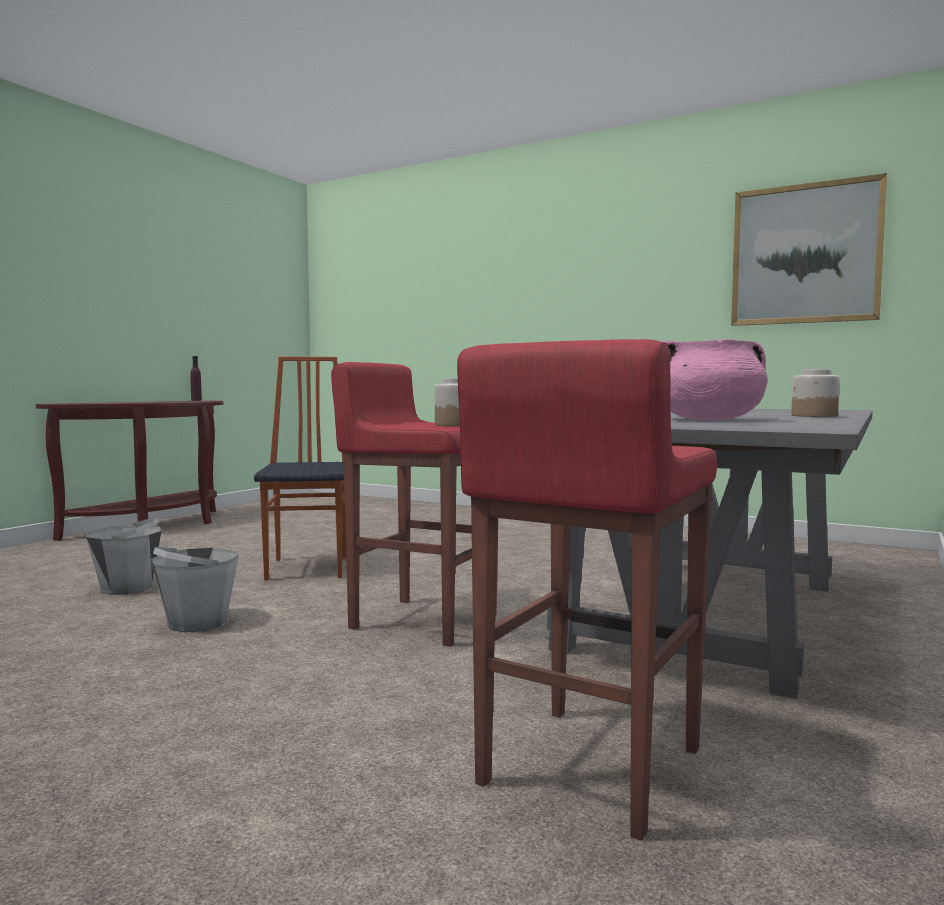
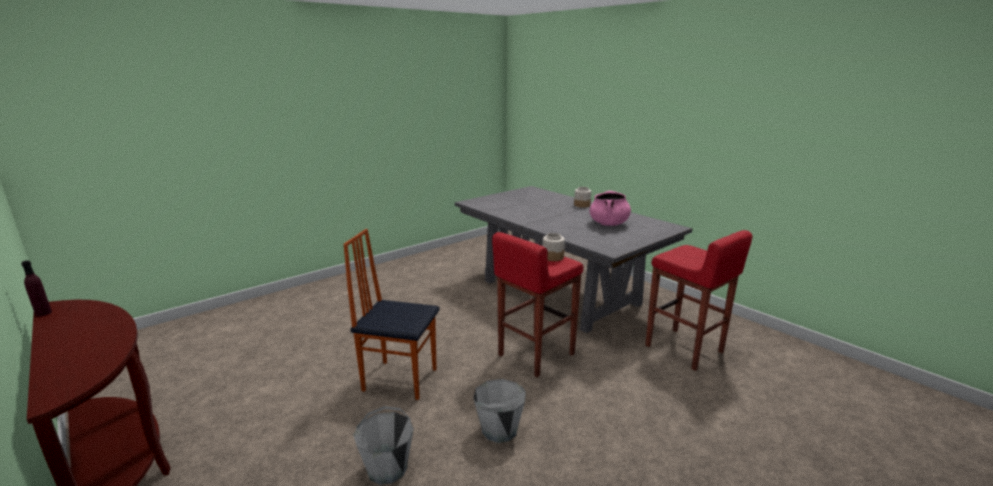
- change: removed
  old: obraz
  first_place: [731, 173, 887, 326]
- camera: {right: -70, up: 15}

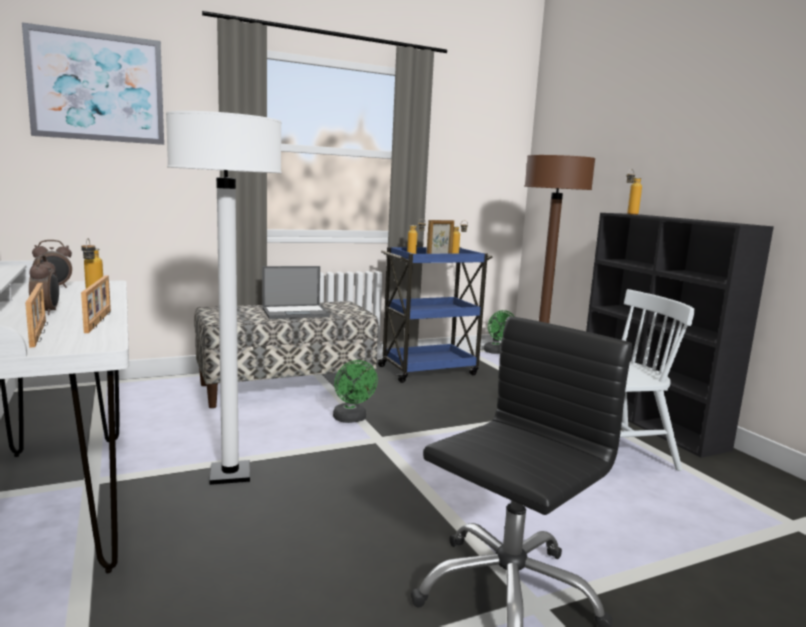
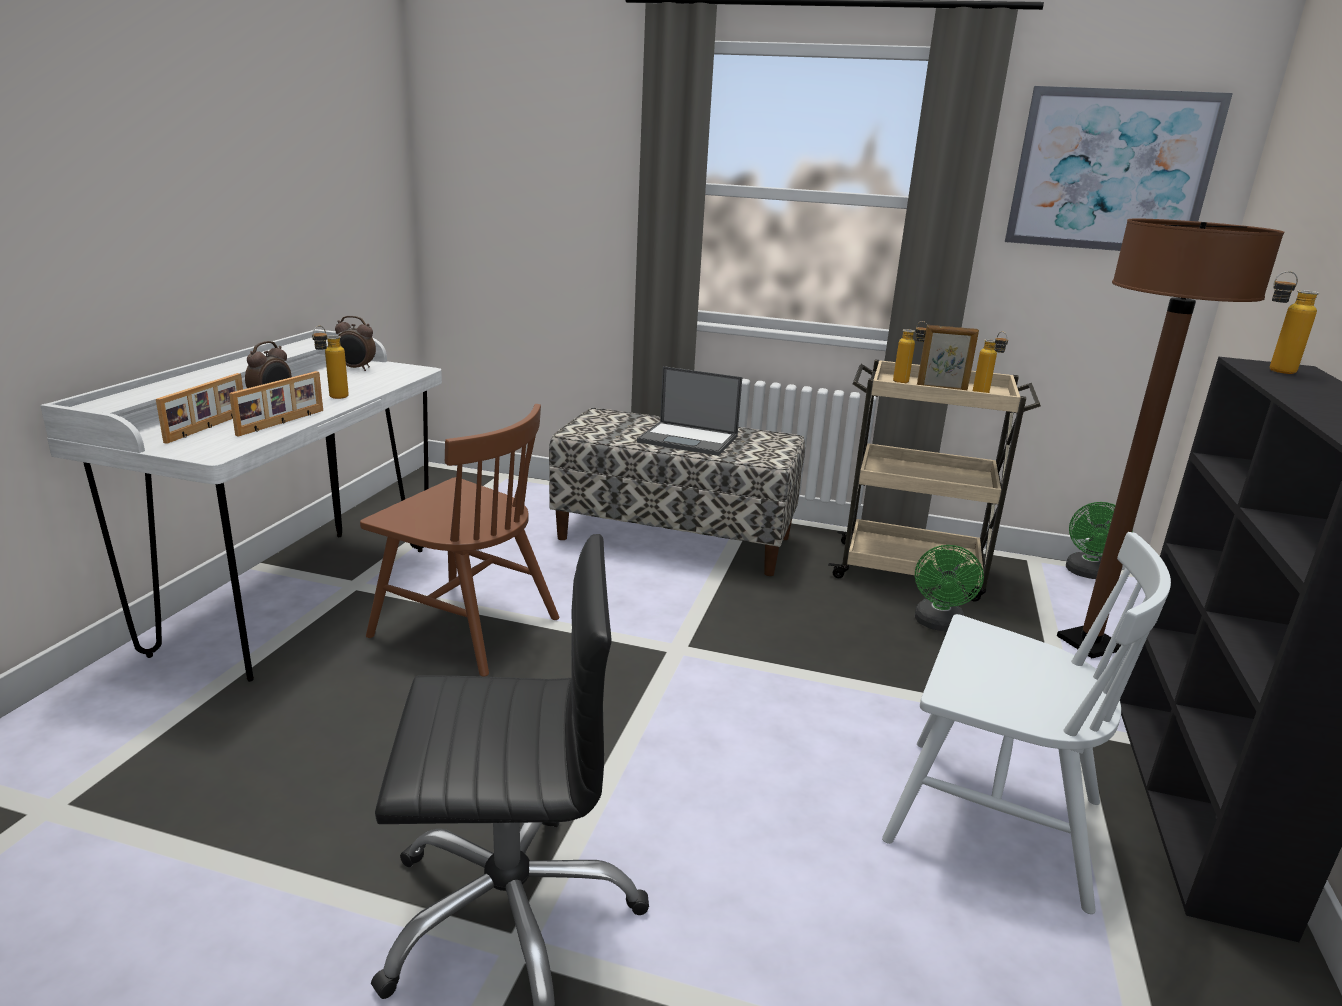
- change: moved
  old: obraz
  first_place: [22, 22, 164, 145]
  second_place: [1005, 86, 1233, 251]
- change: moved
  old: wentylator/zielony
  first_place: [333, 360, 378, 423]
  second_place: [915, 545, 984, 631]
- change: replaced
  old: lampa stojąca/biały
  new: krzesło/brązowy
  first_place: [166, 111, 282, 485]
  second_place: [360, 404, 559, 677]
- change: recoloured
  old: wózek/niebieski
  new: wózek/beżowy
  first_place: [377, 247, 493, 383]
  second_place: [828, 359, 1041, 601]
- camera: {right: 40, up: 10}

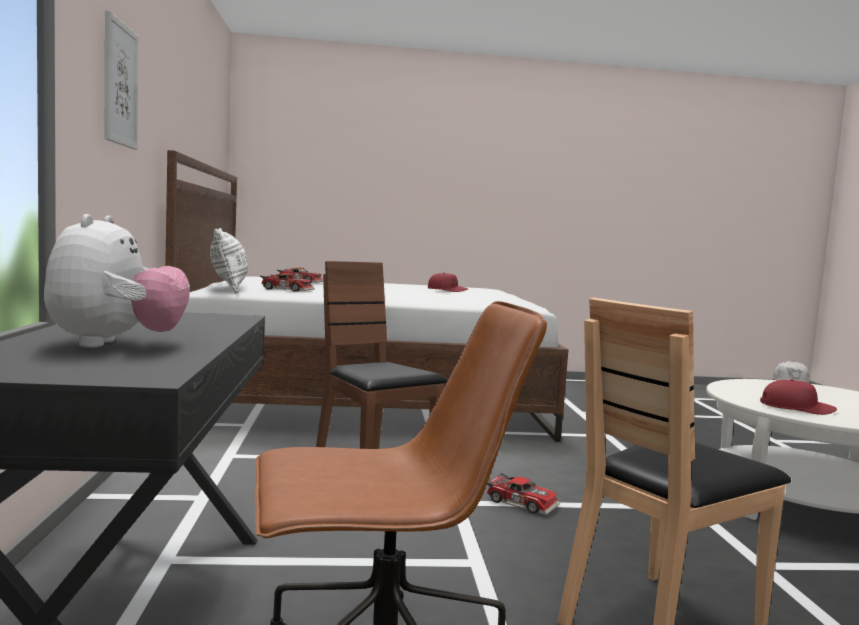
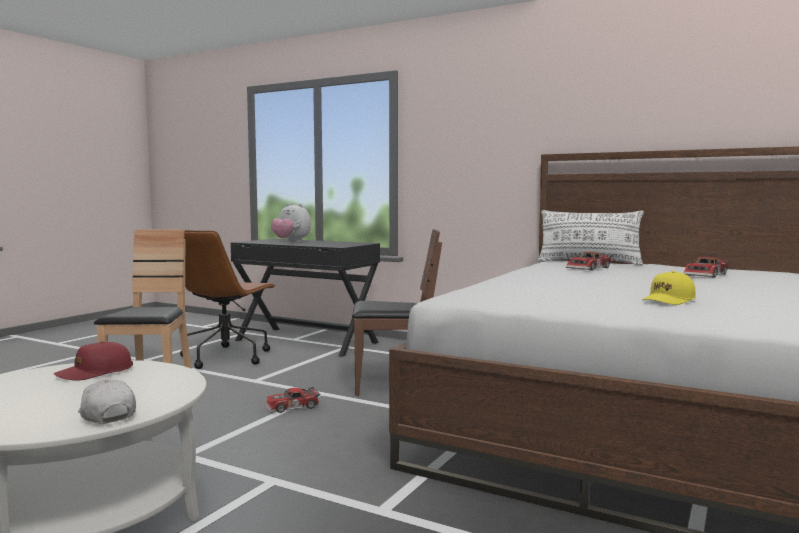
- change: removed
  old: obraz
  first_place: [105, 10, 138, 150]
- change: recoloured
  old: czapka z daszkiem/czerwony
  new: czapka z daszkiem/żółty
  first_place: [428, 272, 468, 292]
  second_place: [642, 271, 696, 305]
- camera: {right: 125, up: 0}

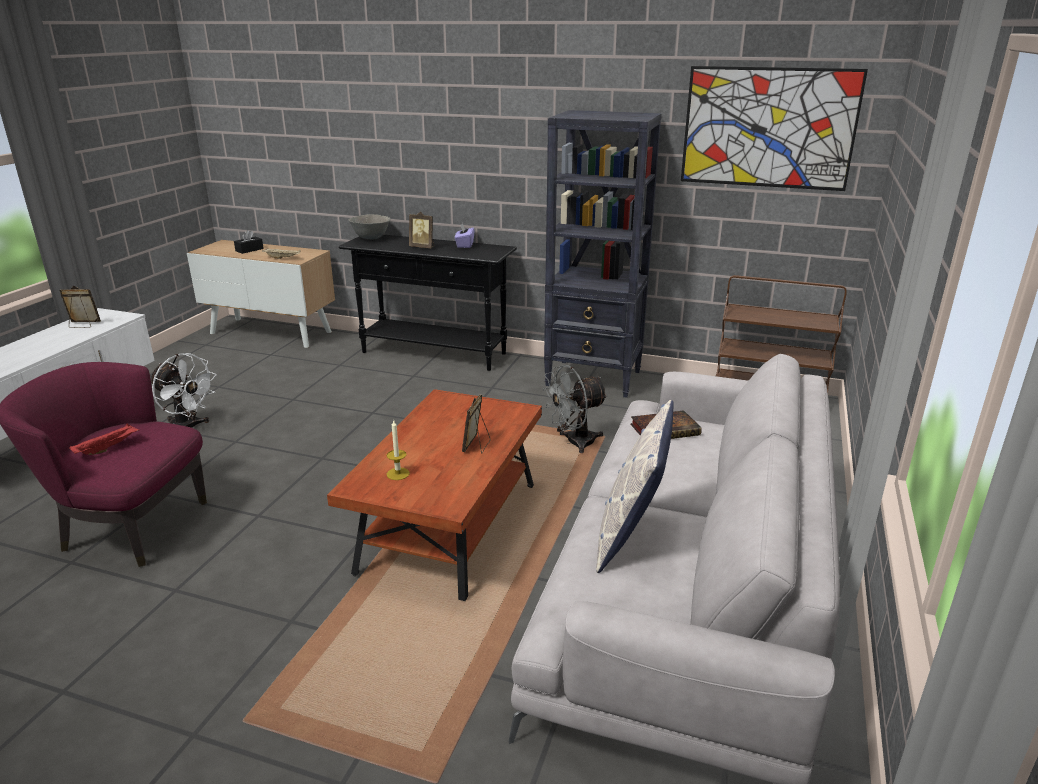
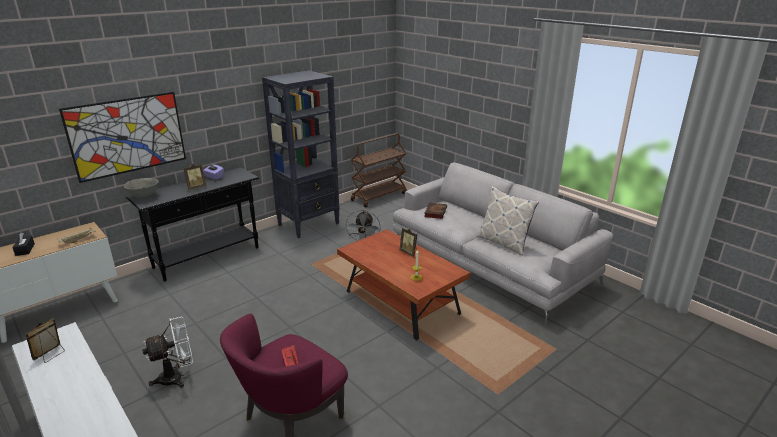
- change: moved
  old: obraz
  first_place: [681, 66, 868, 191]
  second_place: [59, 92, 186, 183]
- camera: {right: -60, up: 0}

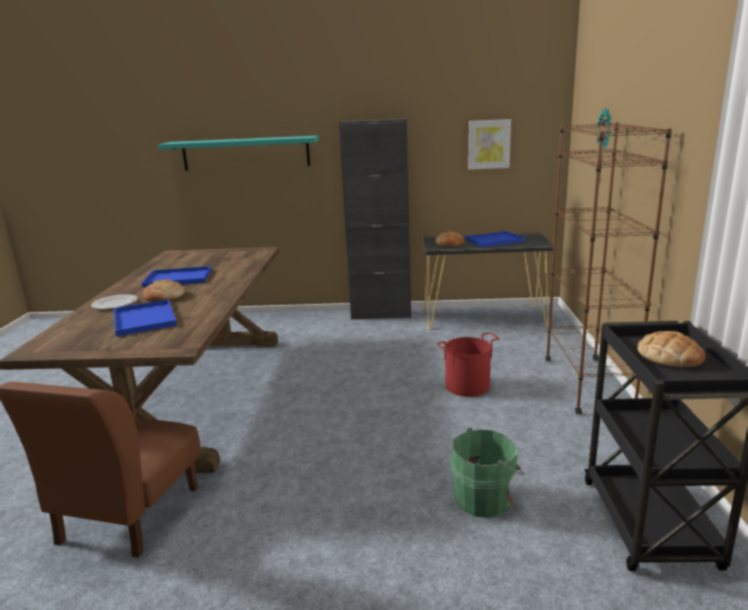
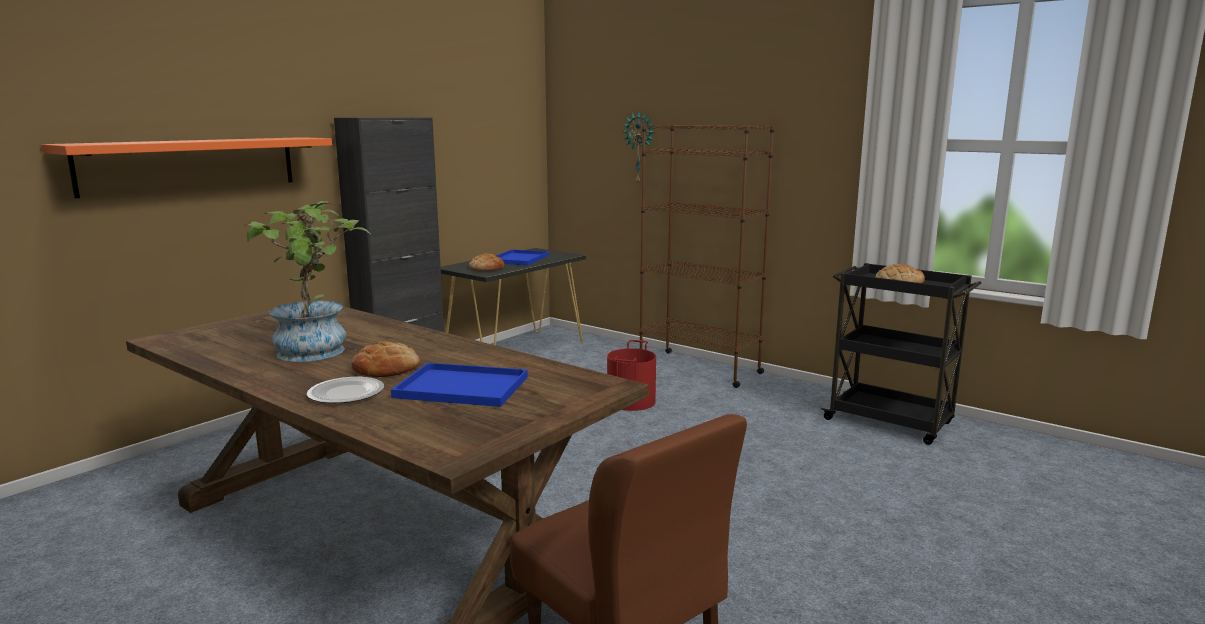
- change: removed
  old: wiadro/zielony
  first_place: [450, 428, 524, 518]
- change: removed
  old: obraz
  first_place: [468, 119, 511, 170]
- change: replaced
  old: taca/niebieski
  new: roślina doniczkowa
  first_place: [142, 266, 211, 287]
  second_place: [244, 201, 370, 362]
- change: recoloured
  old: półka/turkusowy
  new: półka/pomarańczowy
  first_place: [158, 135, 319, 171]
  second_place: [41, 137, 332, 198]
- camera: {right: -55, up: -5}

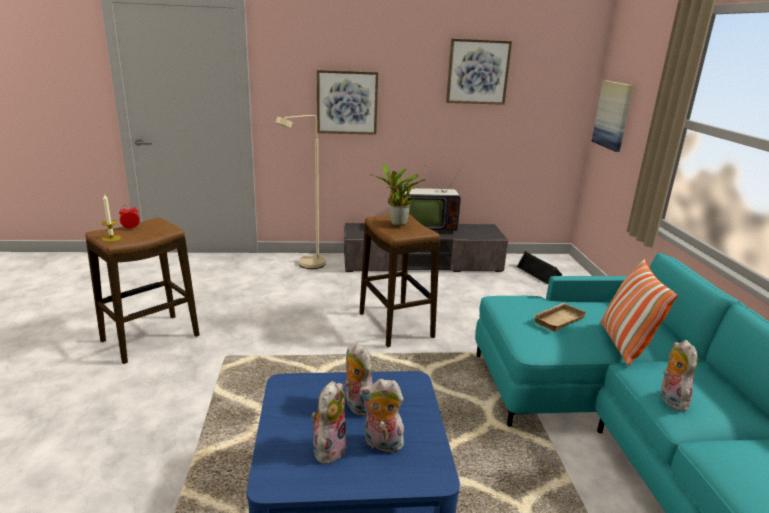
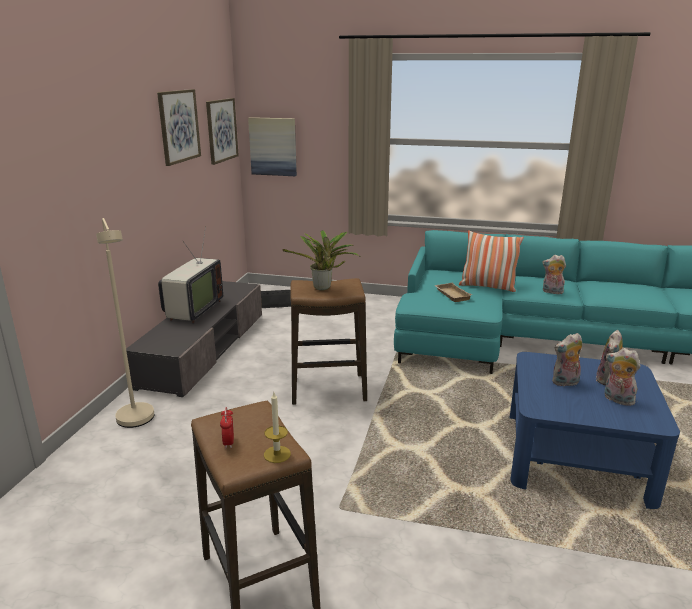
- change: moved
  old: obraz
  first_place: [317, 70, 378, 135]
  second_place: [206, 98, 239, 165]
- camera: {right: -70, up: 0}

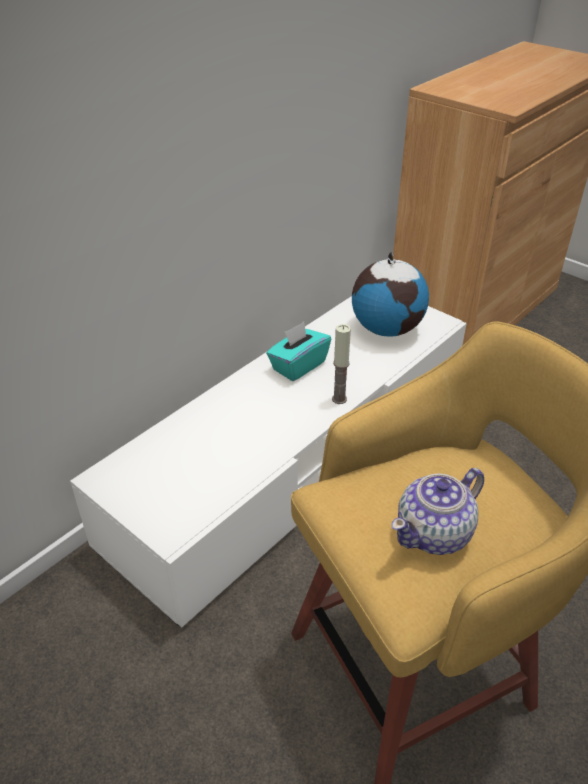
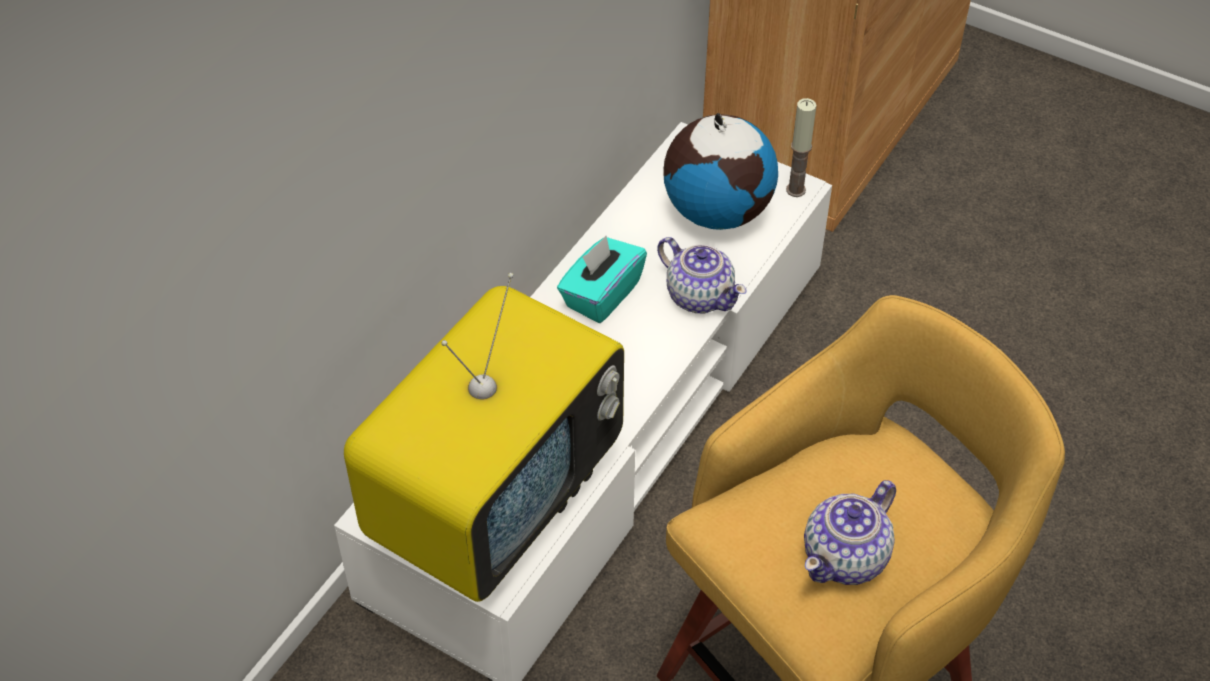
- change: added
  new: telewizor
  second_place: [344, 273, 624, 602]
- change: added
  new: imbryk
  second_place: [657, 237, 747, 313]
- change: moved
  old: świeca
  first_place: [332, 324, 351, 404]
  second_place: [786, 98, 817, 197]
- camera: {right: -10, up: 10}

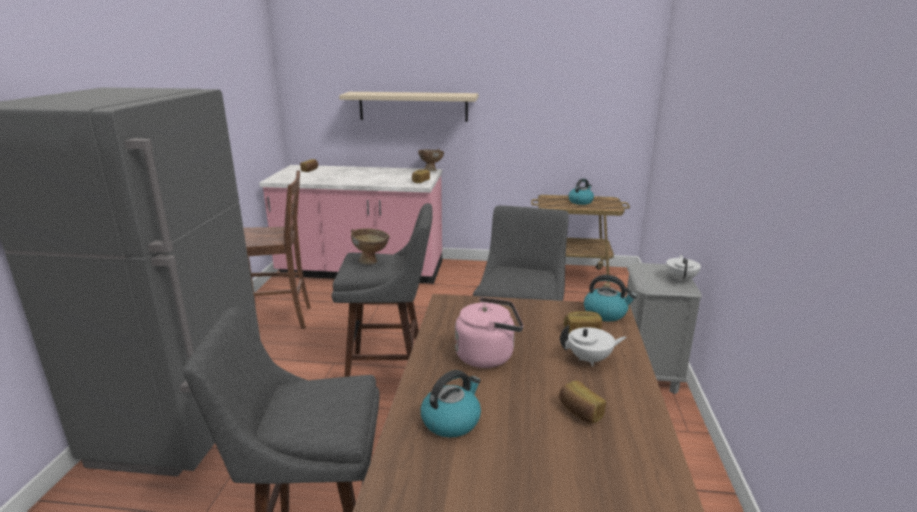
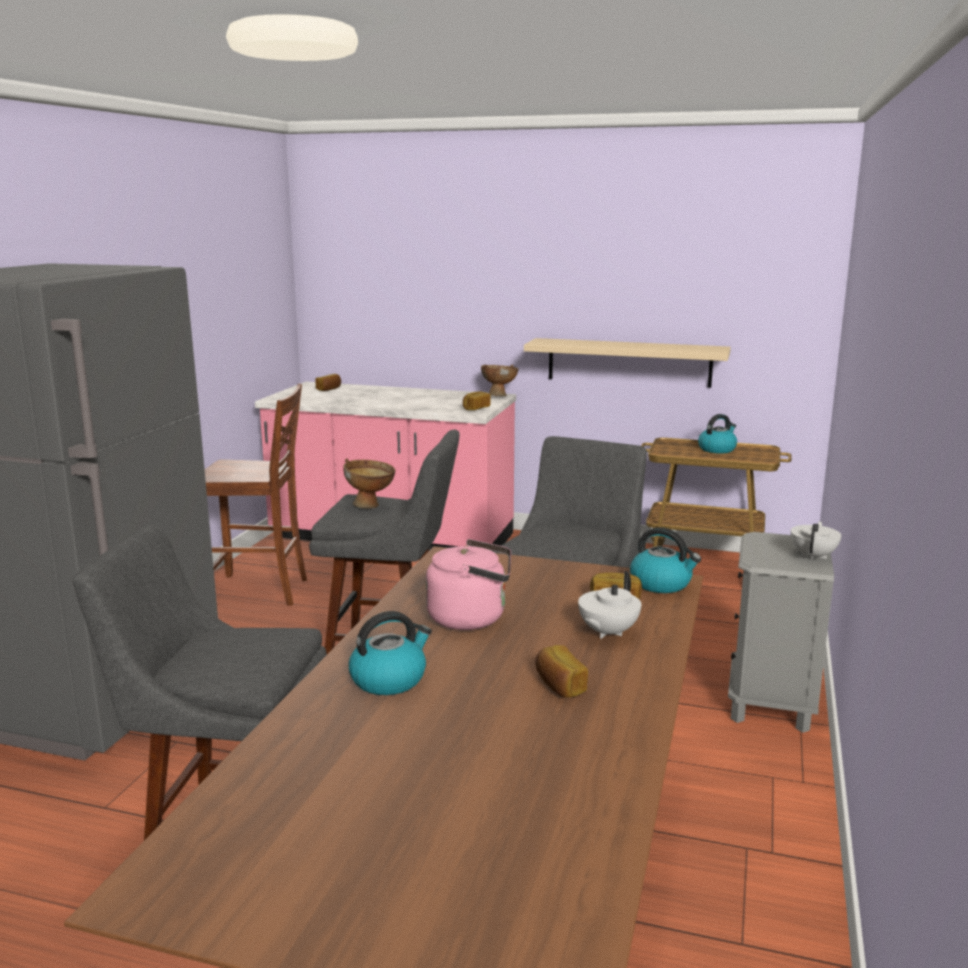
- change: moved
  old: półka/beżowy
  first_place: [339, 92, 478, 122]
  second_place: [524, 338, 731, 388]
- change: turned
  old: imbryk/biały
  first_place: [560, 325, 627, 366]
  second_place: [578, 571, 641, 639]
  degrees: 120
- camera: {right: 10, up: -5}

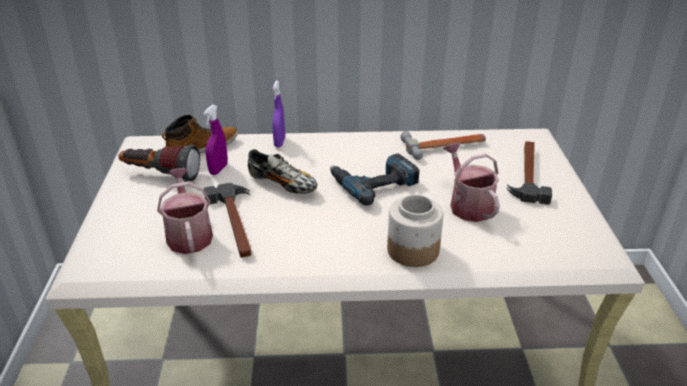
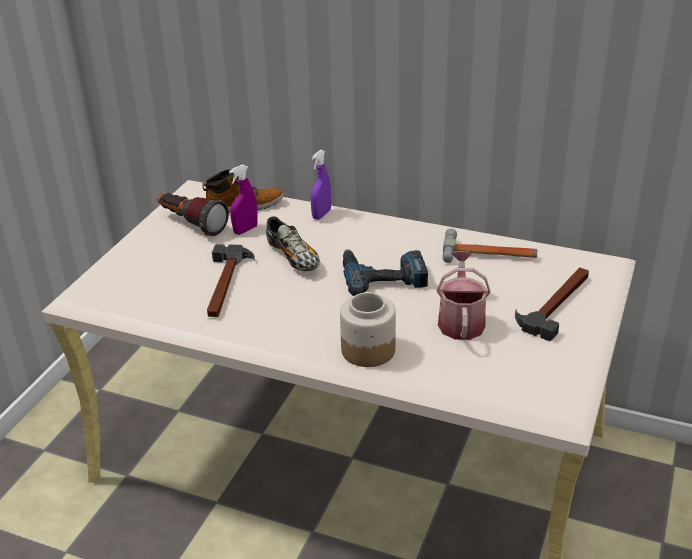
- change: removed
  old: konewka
  first_place: [157, 168, 213, 254]
- camera: {right: 25, up: 0}

